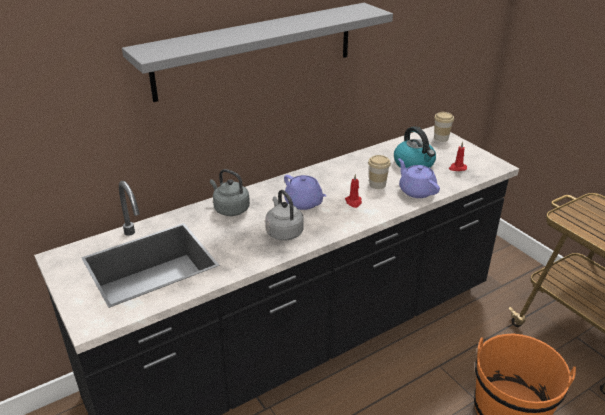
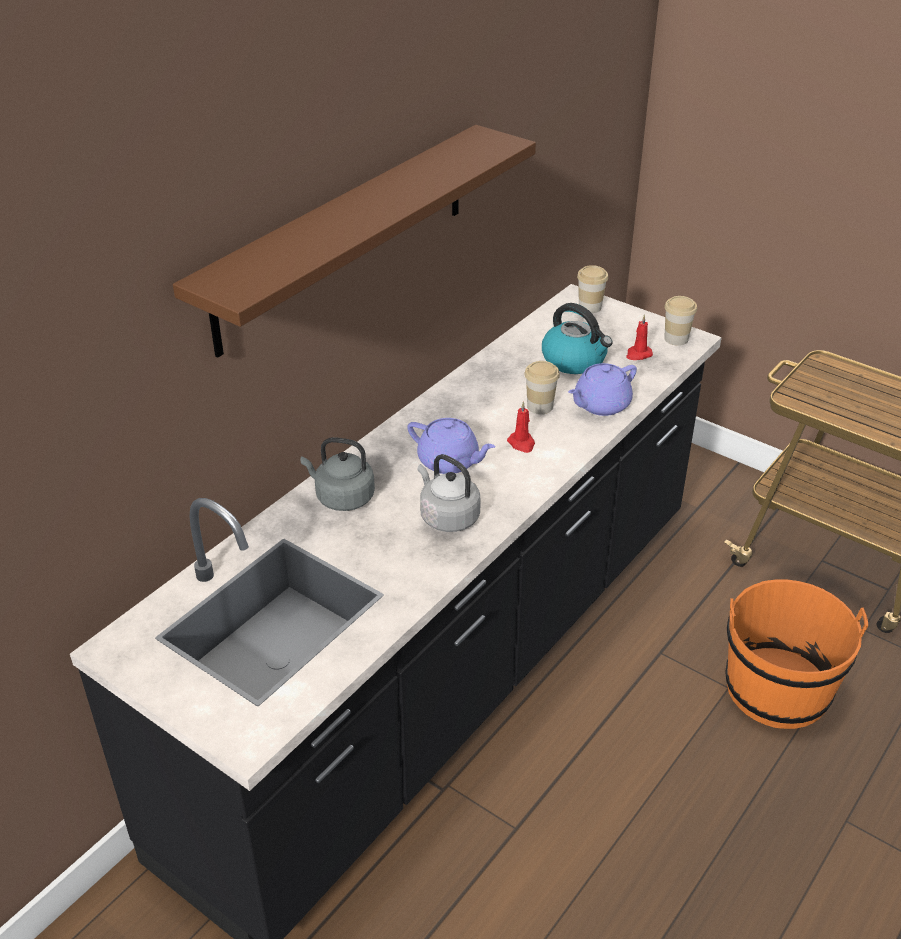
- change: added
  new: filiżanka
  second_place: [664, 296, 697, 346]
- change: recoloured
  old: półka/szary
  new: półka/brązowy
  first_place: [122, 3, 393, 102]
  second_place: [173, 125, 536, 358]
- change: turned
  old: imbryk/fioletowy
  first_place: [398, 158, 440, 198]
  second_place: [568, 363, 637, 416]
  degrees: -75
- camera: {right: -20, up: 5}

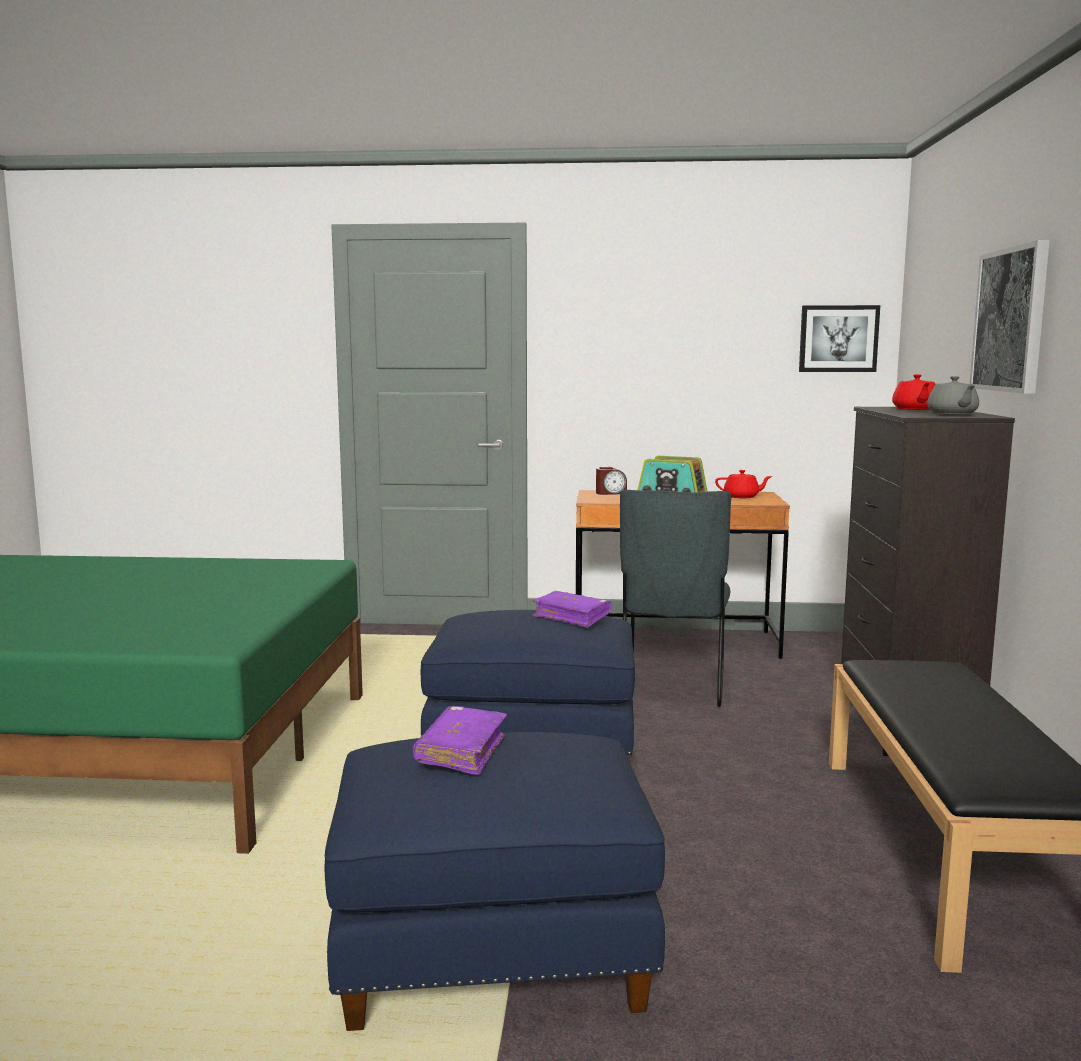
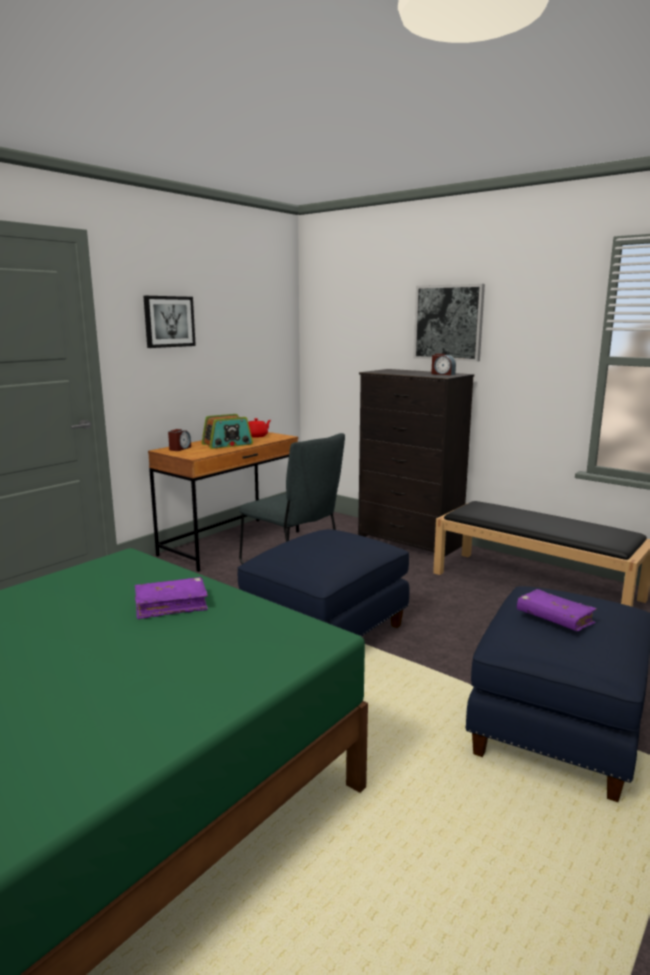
- change: removed
  old: imbryk/czerwony
  first_place: [892, 374, 935, 410]
- change: moved
  old: książka/fioletowy
  first_place: [532, 591, 611, 628]
  second_place: [135, 577, 208, 619]
- change: moved
  old: obraz
  first_place: [799, 305, 880, 372]
  second_place: [143, 296, 196, 348]
- change: replaced
  old: imbryk/szary
  new: budzik
  first_place: [927, 376, 979, 415]
  second_place: [431, 354, 456, 375]
- camera: {right: -55, up: 5}

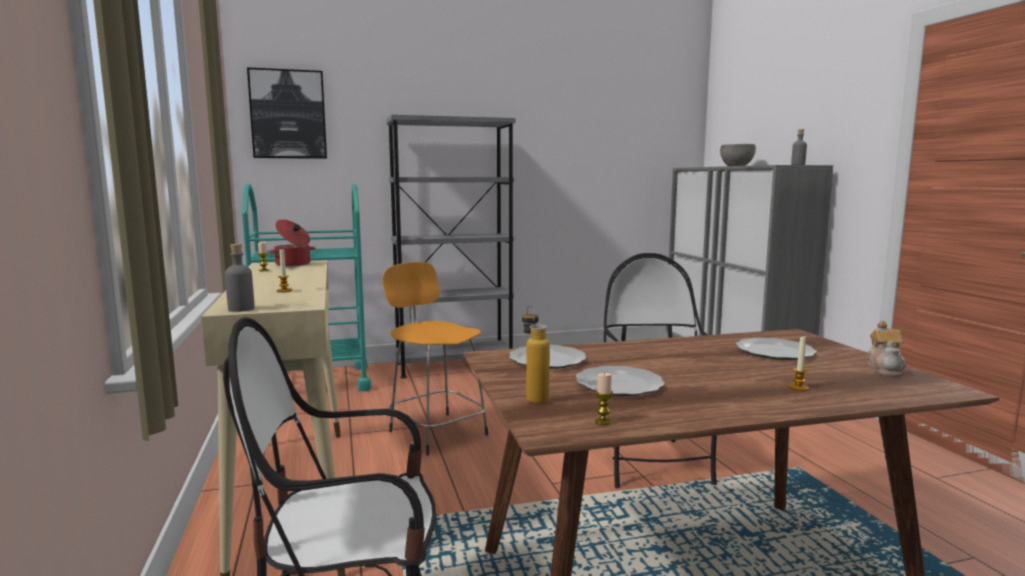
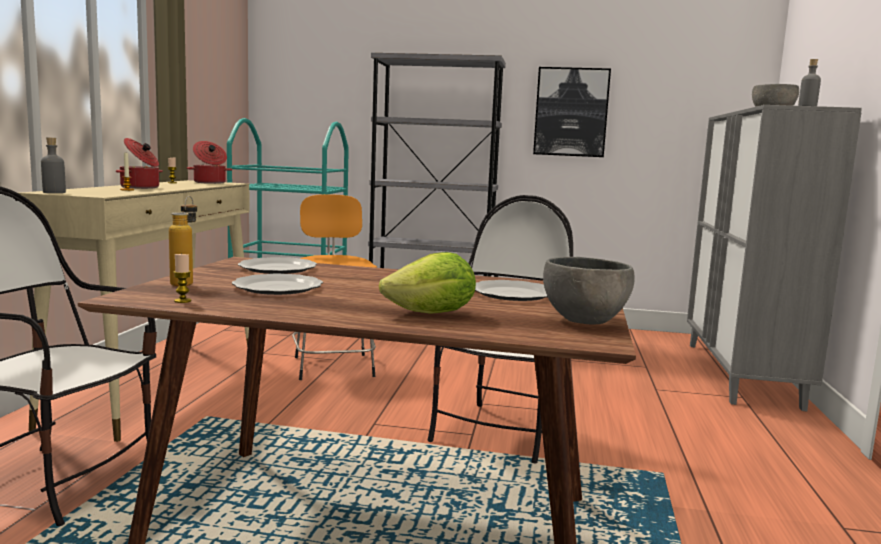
- change: added
  new: garnek
  second_place: [116, 138, 163, 189]
- change: moved
  old: obraz
  first_place: [247, 67, 327, 159]
  second_place: [533, 67, 611, 157]
- change: replaced
  old: świeca
  new: sałata
  first_place: [789, 337, 809, 391]
  second_place: [379, 252, 476, 314]
- change: replaced
  old: imbryk
  new: miska/szary
  first_place: [868, 321, 906, 376]
  second_place: [543, 257, 635, 325]
- camera: {right: 25, up: 0}

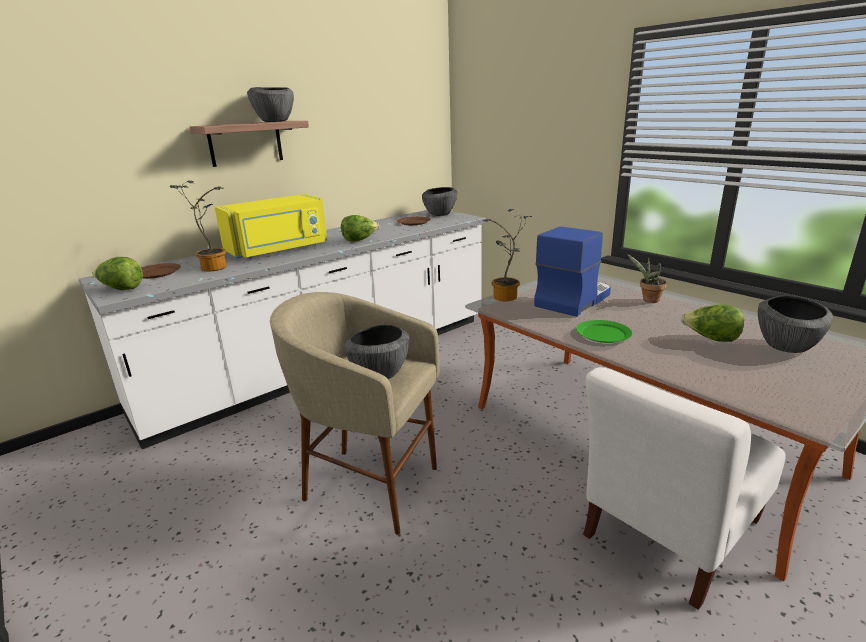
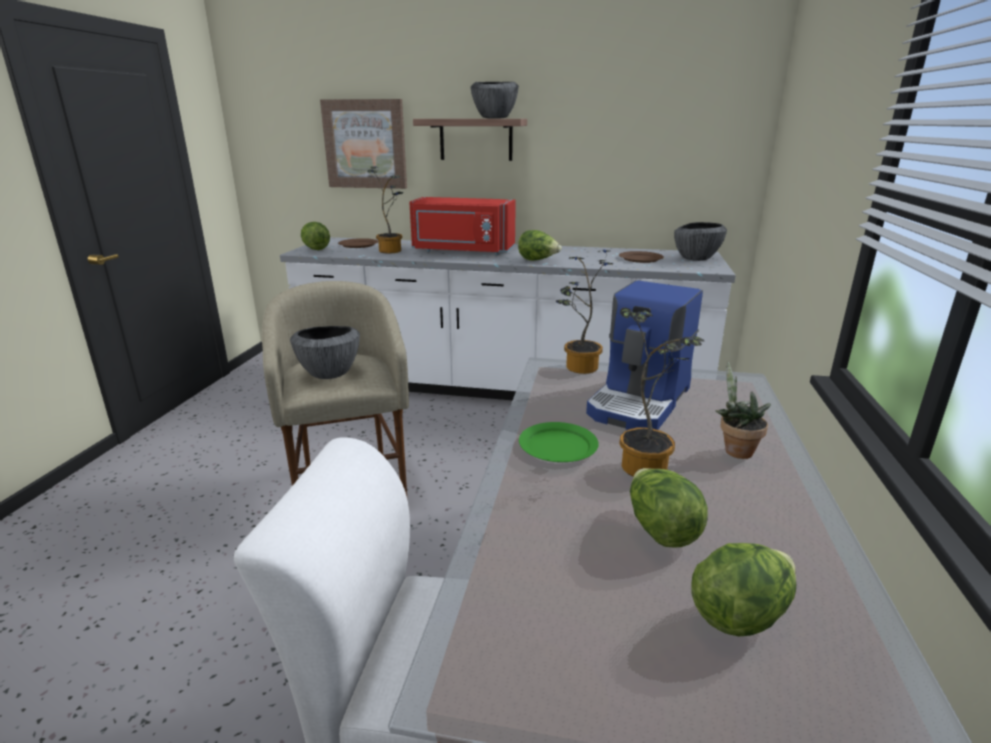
- change: added
  new: obraz
  second_place: [320, 99, 407, 189]
- change: added
  new: roślina doniczkowa
  second_place: [619, 308, 704, 477]
- change: replaced
  old: miska
  new: sałata
  first_place: [758, 296, 833, 353]
  second_place: [691, 543, 796, 636]
- change: recoloured
  old: mikrofalówka/żółty
  new: mikrofalówka/czerwony
  first_place: [215, 194, 327, 259]
  second_place: [409, 197, 516, 255]
- change: turned
  old: ekspres do kawy
  first_place: [534, 227, 611, 317]
  second_place: [586, 281, 703, 430]
  degrees: 120
- camera: {right: 50, up: 0}

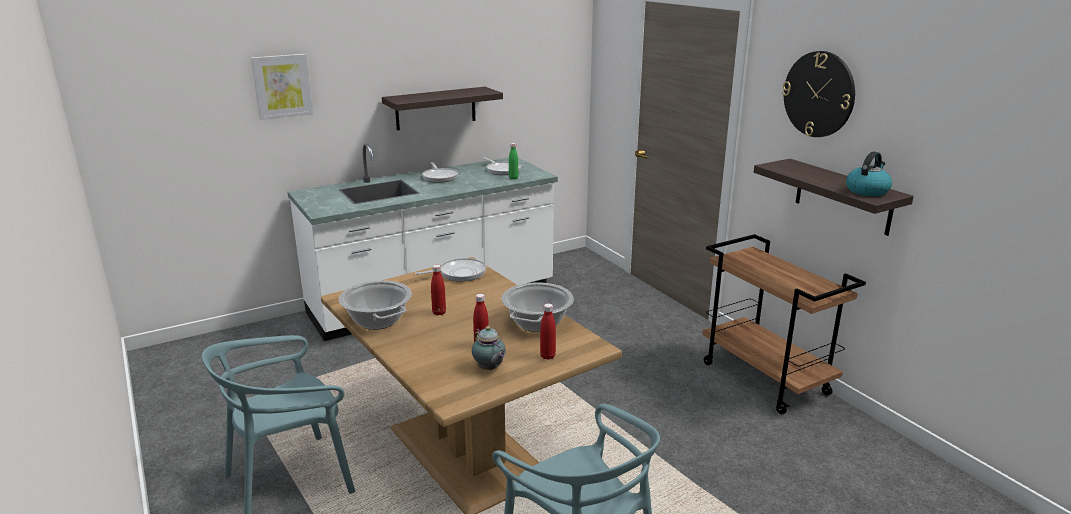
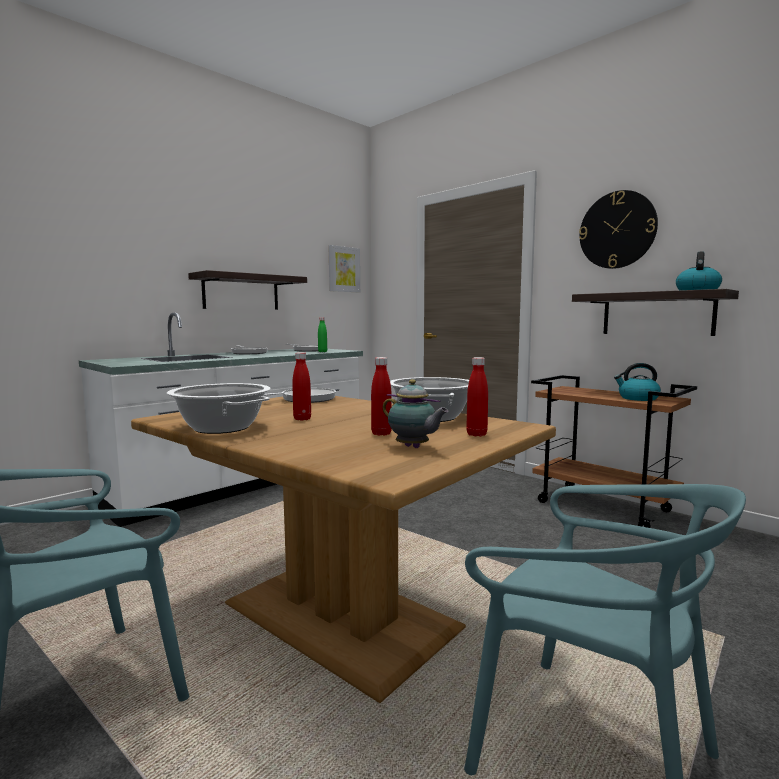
- change: added
  new: czajnik
  second_place: [614, 363, 661, 401]
- change: moved
  old: obraz
  first_place: [251, 54, 313, 120]
  second_place: [328, 245, 360, 292]
- camera: {right: -15, up: -15}

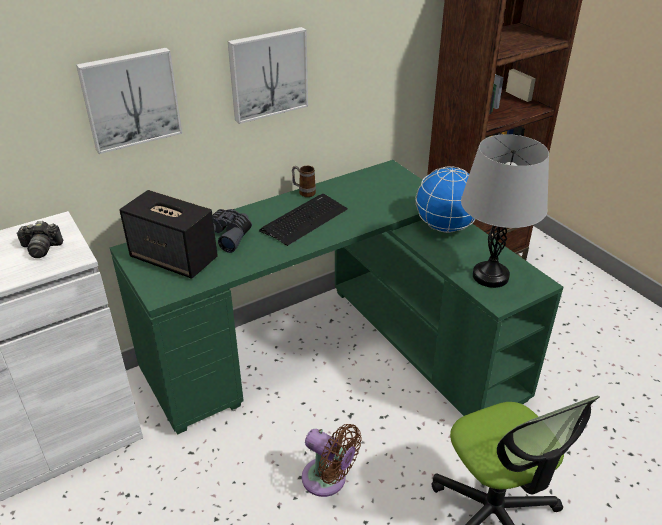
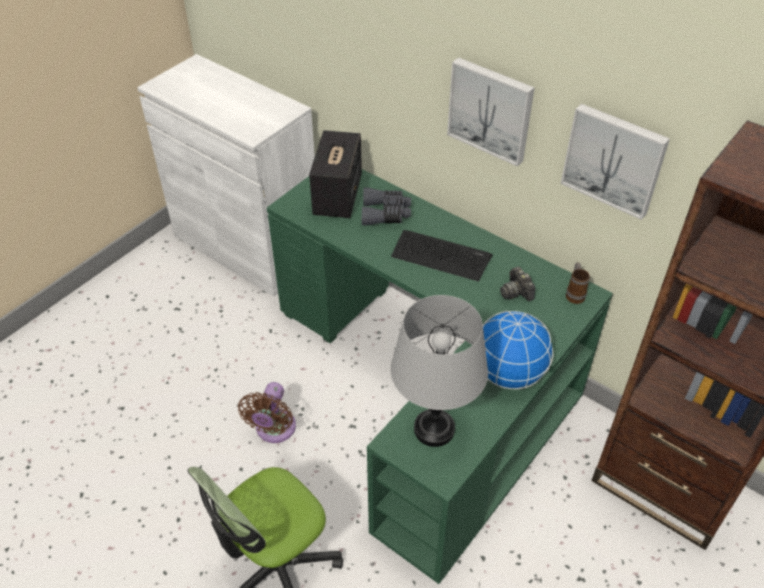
- change: moved
  old: aparat fotograficzny
  first_place: [16, 221, 63, 258]
  second_place: [500, 267, 535, 301]
- change: moved
  old: obraz
  first_place: [76, 48, 182, 154]
  second_place: [561, 104, 670, 220]
- change: moved
  old: kubek
  first_place: [292, 166, 316, 197]
  second_place: [566, 262, 590, 304]
- camera: {right: 70, up: 10}

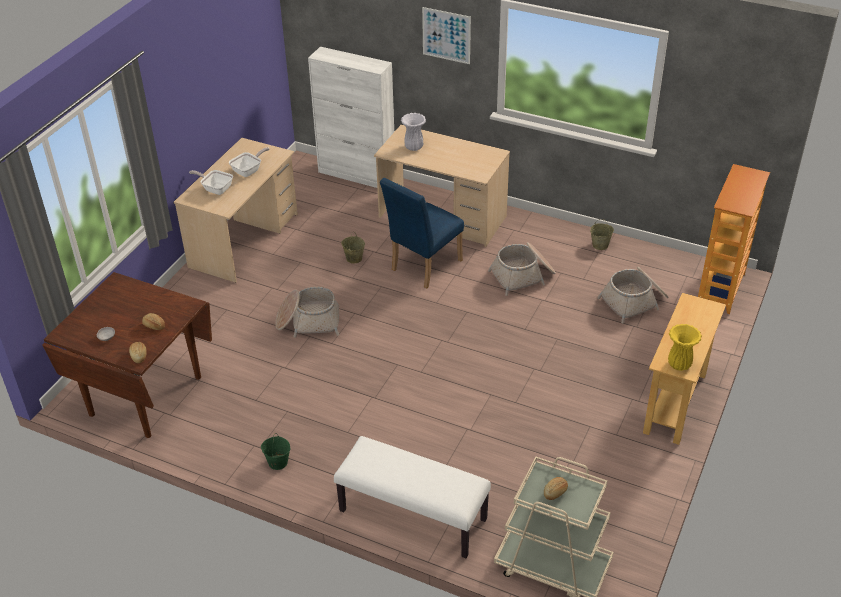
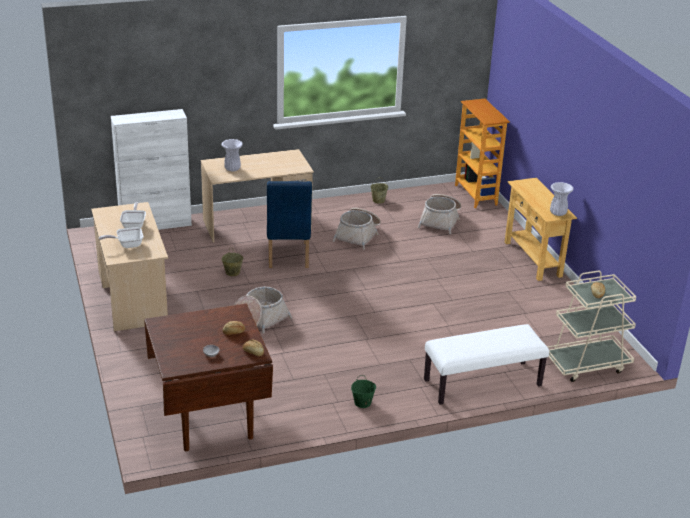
- change: removed
  old: obraz
  first_place: [422, 7, 471, 64]
- change: recoloured
  old: wazon/żółty
  new: wazon/biały
  first_place: [668, 324, 702, 371]
  second_place: [550, 182, 574, 216]
- camera: {right: -45, up: -10}

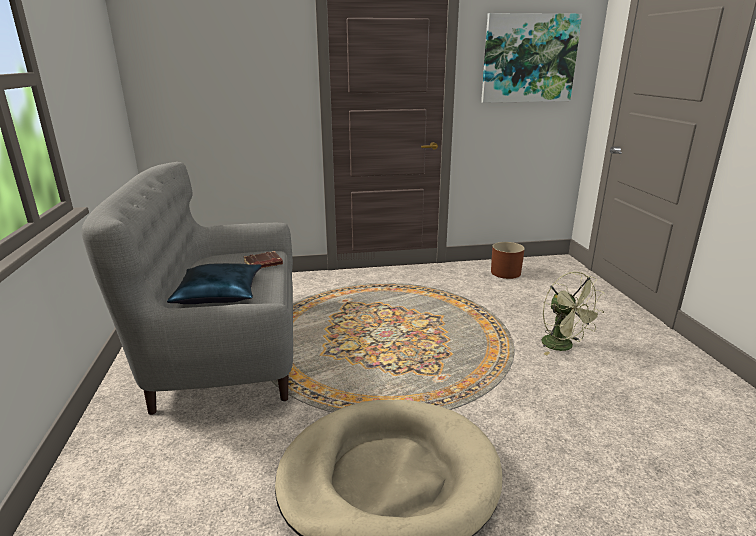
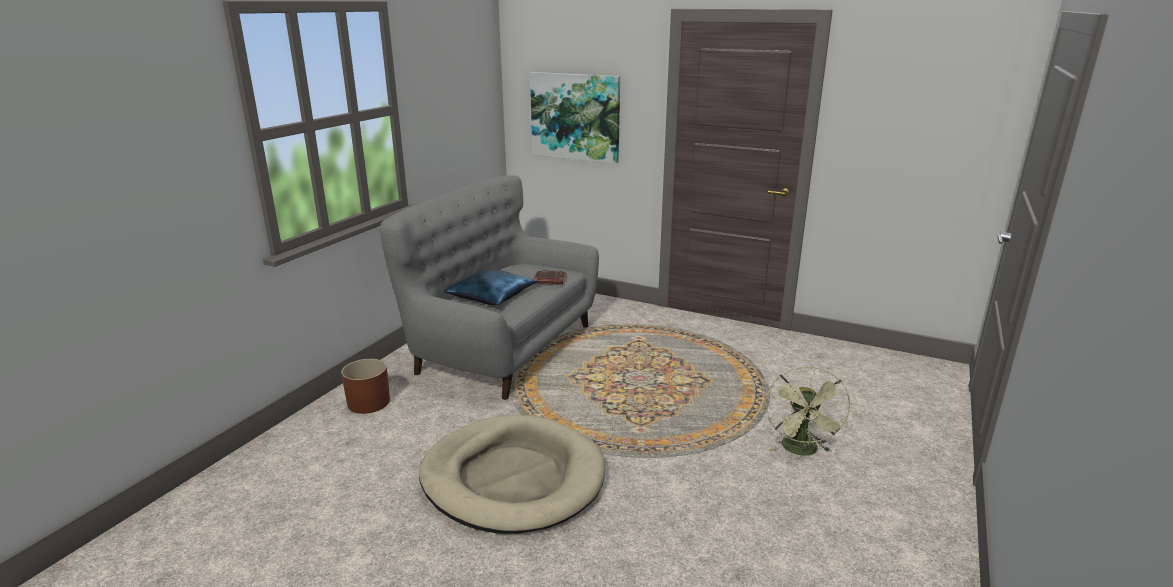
- change: moved
  old: obraz
  first_place: [481, 13, 582, 103]
  second_place: [530, 72, 620, 164]
- change: moved
  old: donica/brązowy
  first_place: [491, 242, 525, 279]
  second_place: [341, 359, 390, 414]
- camera: {right: 35, up: 0}

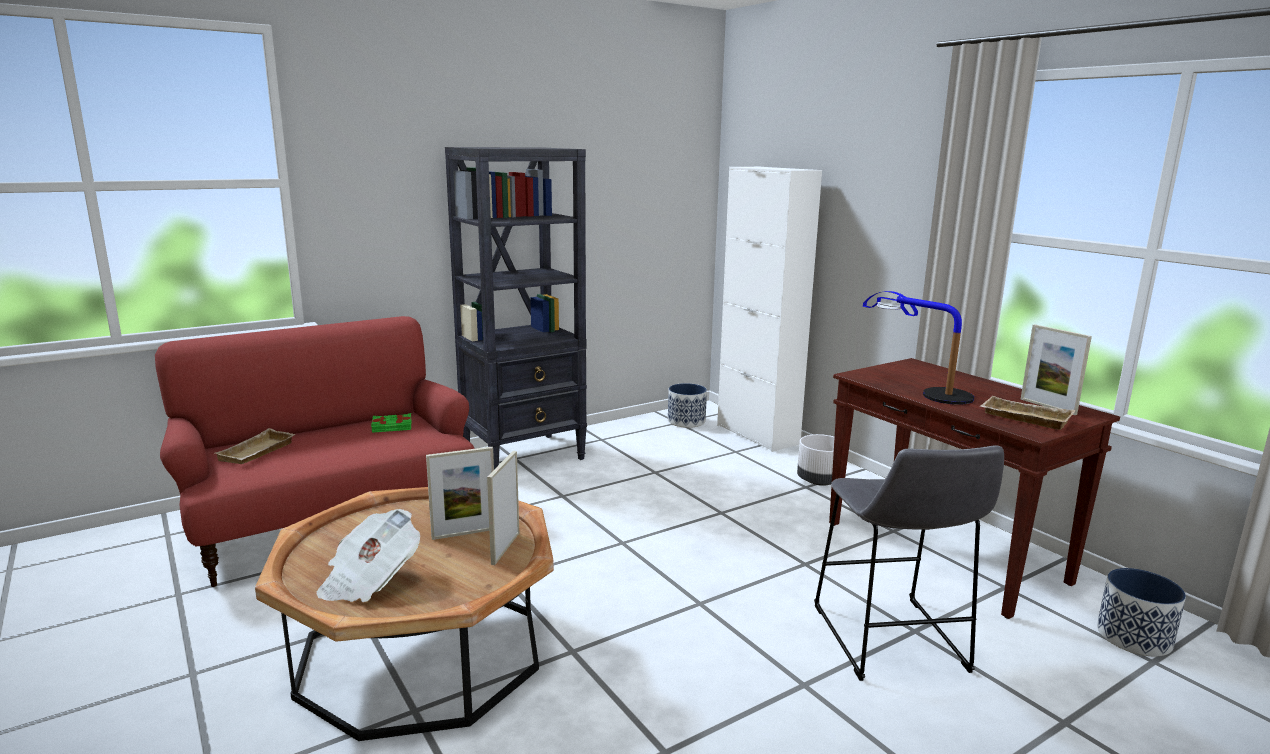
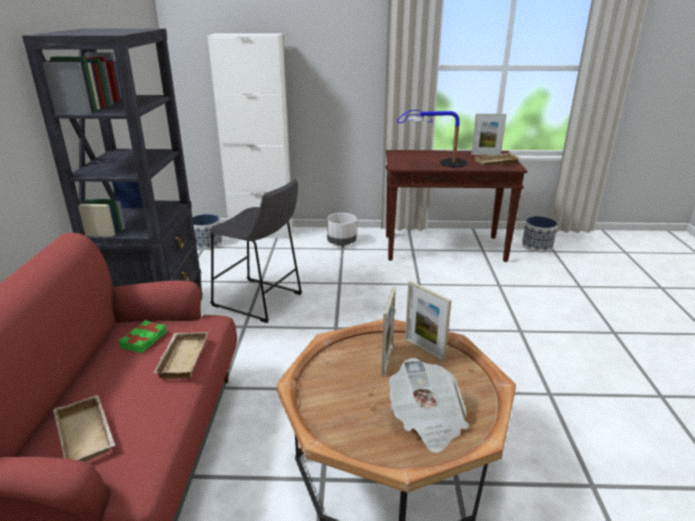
- change: added
  new: taca/beżowy
  second_place: [153, 332, 208, 379]
- change: moved
  old: stołek/szary
  first_place: [814, 445, 1004, 681]
  second_place: [210, 179, 302, 323]
- camera: {right: -55, up: 10}

